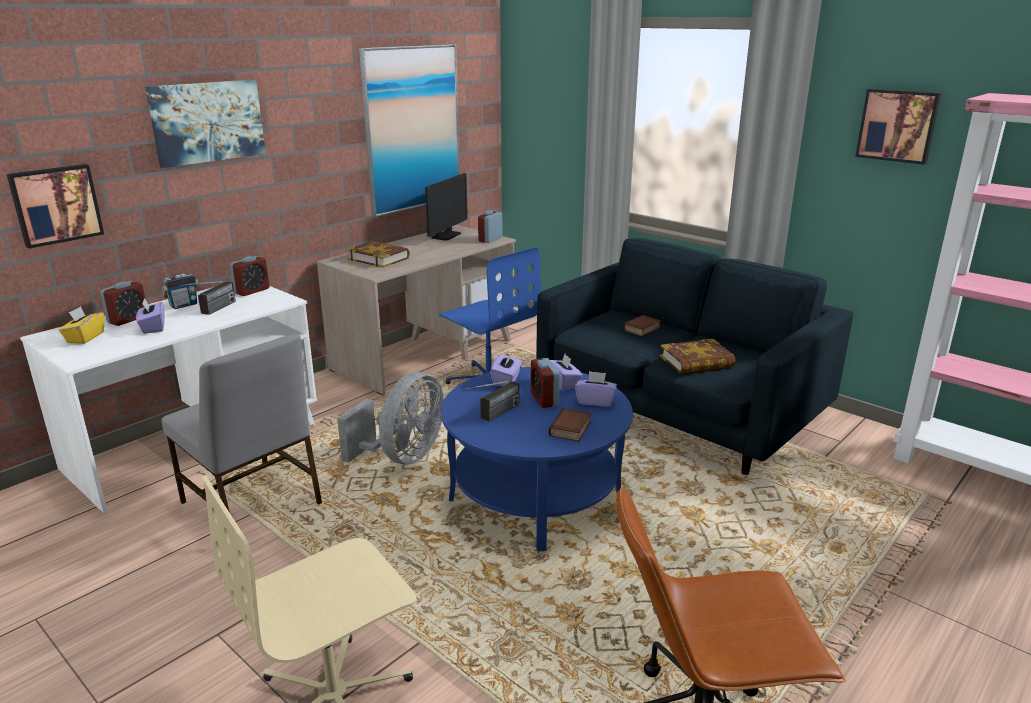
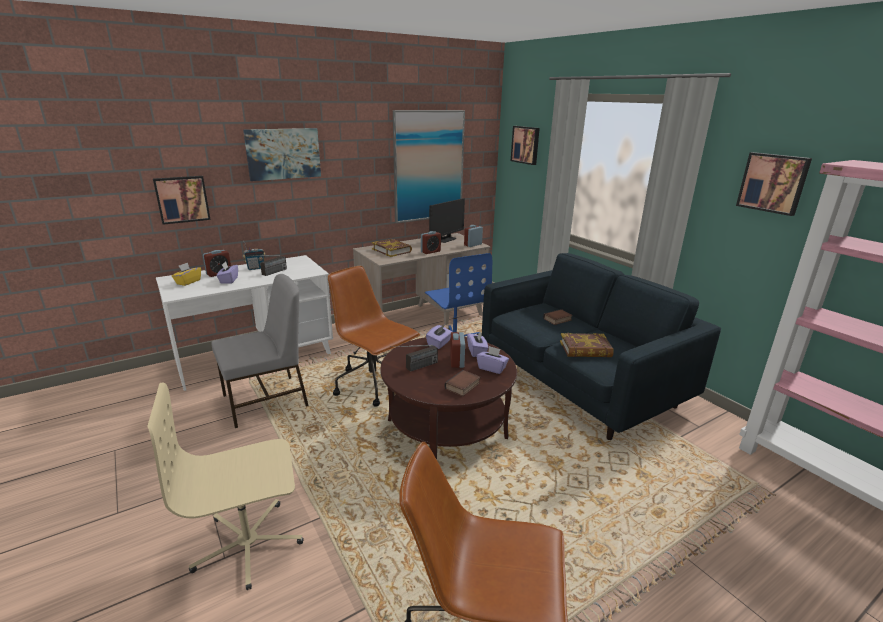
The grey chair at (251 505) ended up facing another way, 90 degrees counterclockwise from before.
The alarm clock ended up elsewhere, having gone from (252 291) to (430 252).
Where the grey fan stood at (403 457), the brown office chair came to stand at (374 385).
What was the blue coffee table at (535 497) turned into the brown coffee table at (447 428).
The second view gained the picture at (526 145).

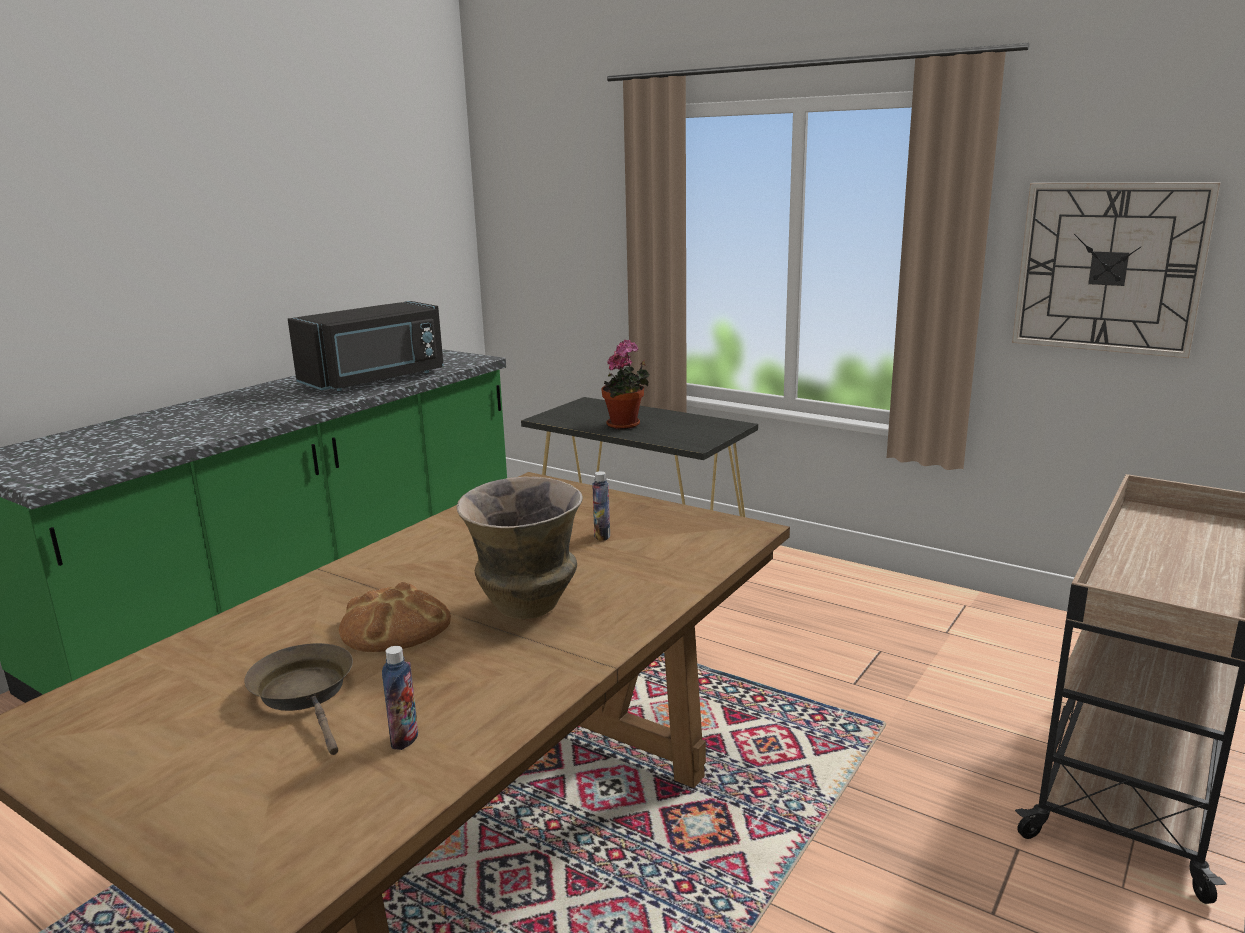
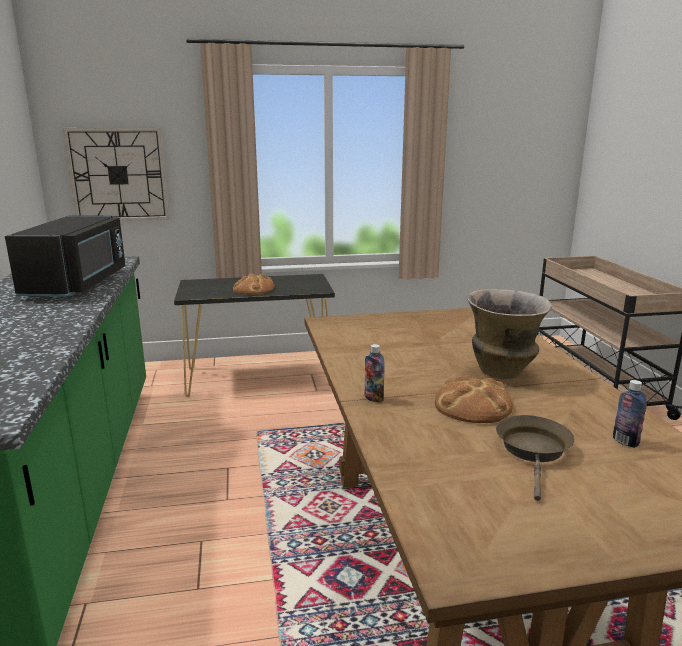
The brown frying pan at (306 693) ended up facing another way, 90 degrees clockwise from before.
The bottle ended up elsewhere, having gone from (602 536) to (373 398).
Where the potted plant stood at (626 425), the bread came to stand at (253 289).
The wall clock ended up elsewhere, having gone from (1109 268) to (118 175).

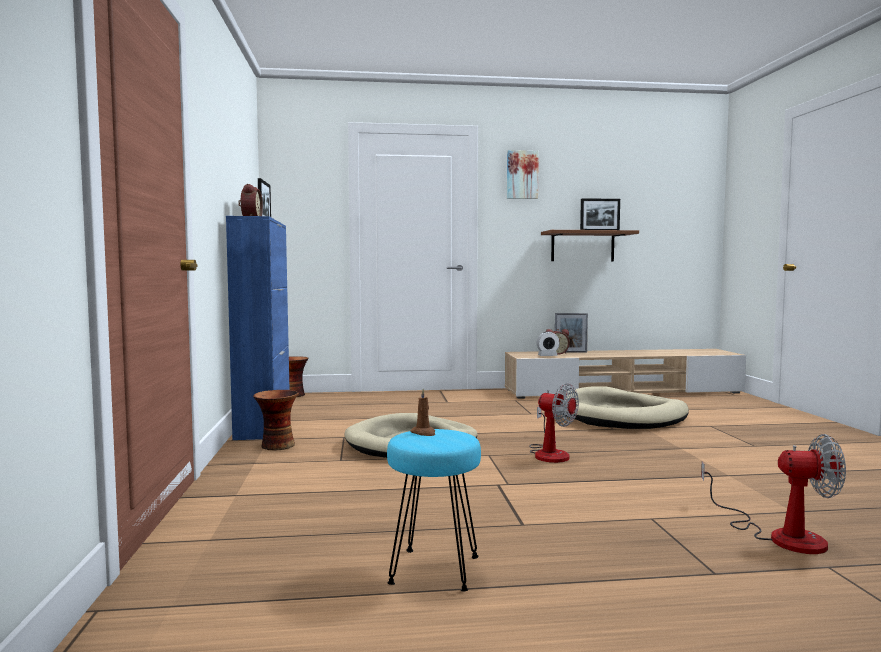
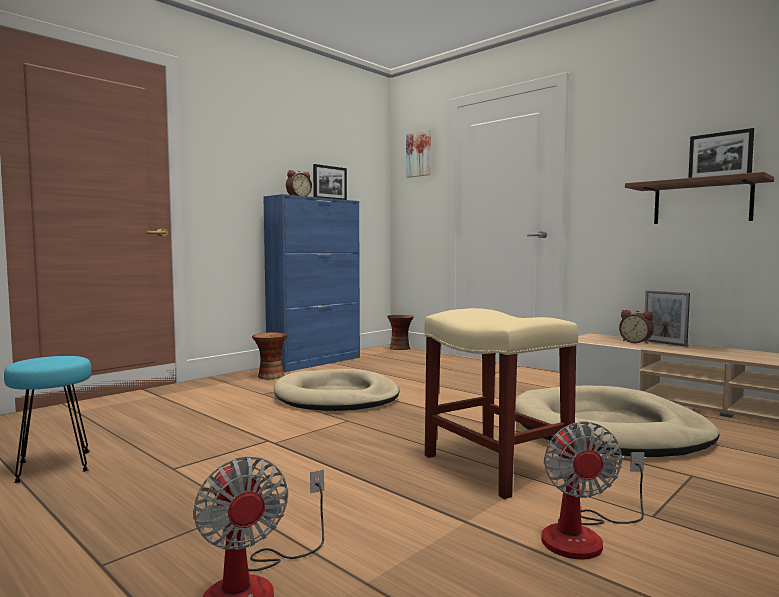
The second view lost the brown candle at (424 433).
The picture ended up elsewhere, having gone from (522 175) to (419 154).
The fan ended up elsewhere, having gone from (550 453) to (584 535).
The second view lost the alarm clock at (547 356).
The second view gained the beige stool at (493 465).

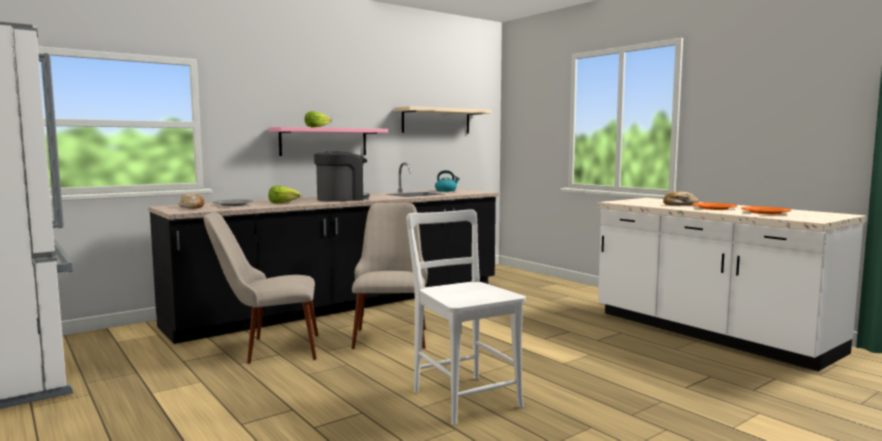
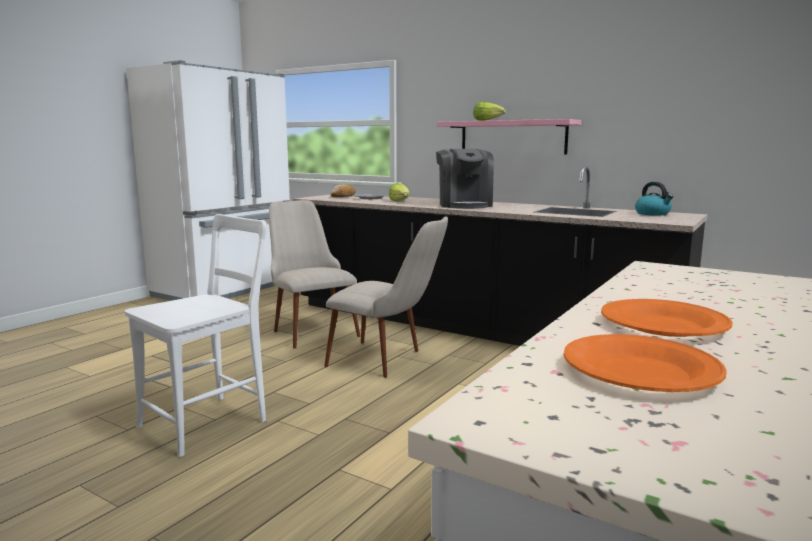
The coffee machine at (341 199) ended up facing another way, 45 degrees clockwise from before.
The beige chair at (391 333) ended up facing another way, 45 degrees clockwise from before.
The second view lost the beige shelf at (436 121).
The second view lost the bread at (679 204).

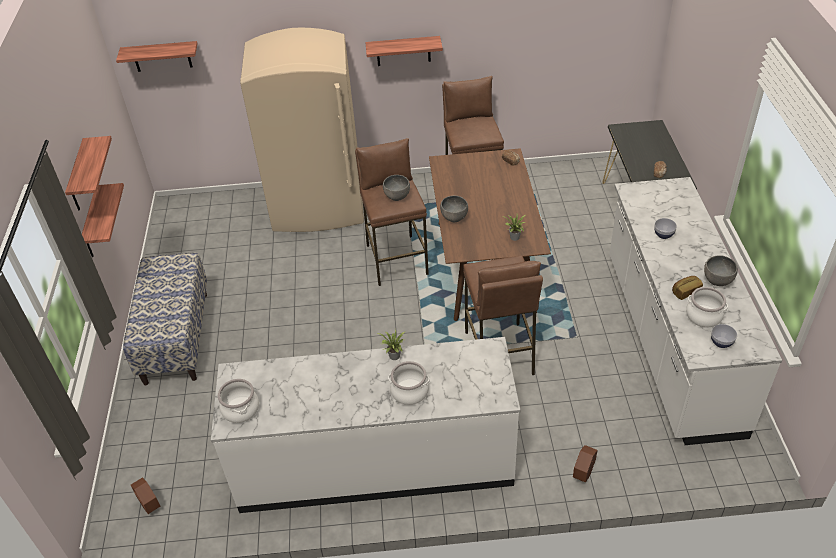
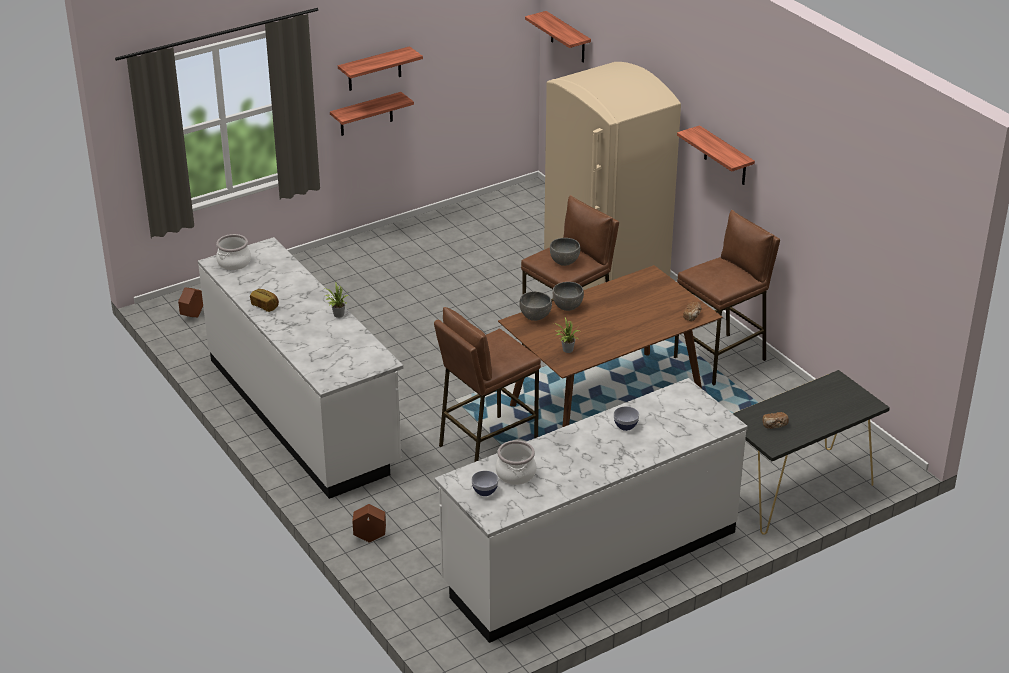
The second view lost the bench at (176 337).
The second view lost the cooking pot at (409 391).
The bread ended up elsewhere, having gone from (685 292) to (265 306).
The grey bowl ended up elsewhere, having gone from (717 281) to (535 317).

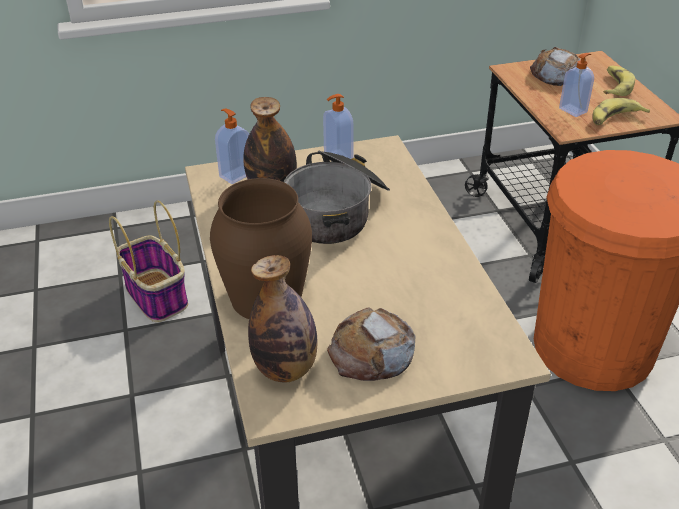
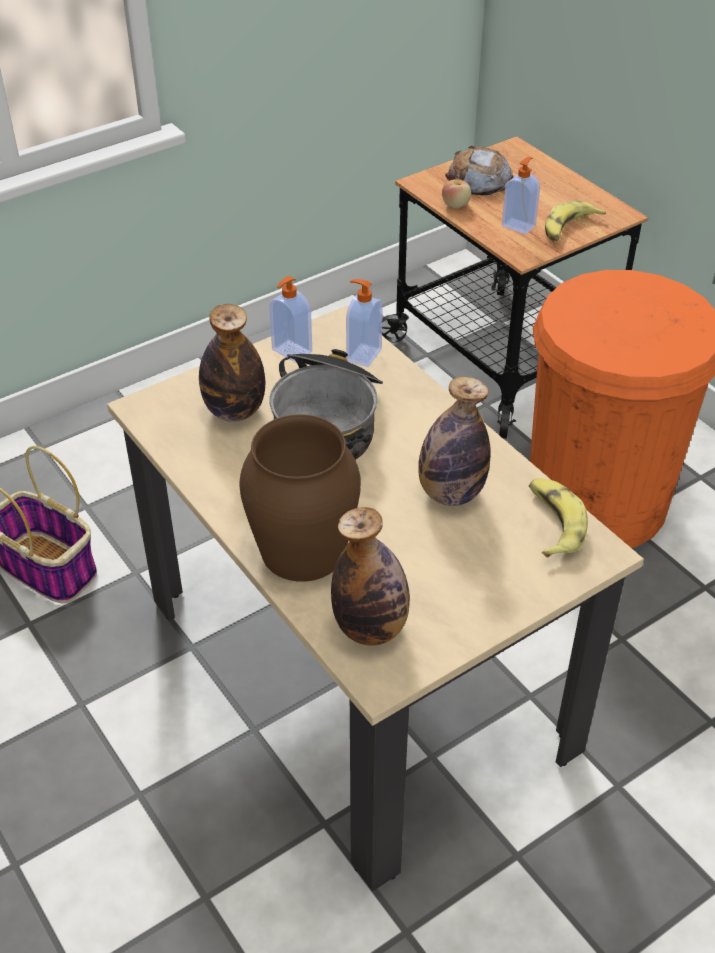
The soap dispenser ended up elsewhere, having gone from (235 175) to (362 355).
The second view lost the bread at (372 352).
The banana ended up elsewhere, having gone from (615 86) to (552 523).
The second view gained the bottle at (450 493).
The second view gained the apple at (456 205).

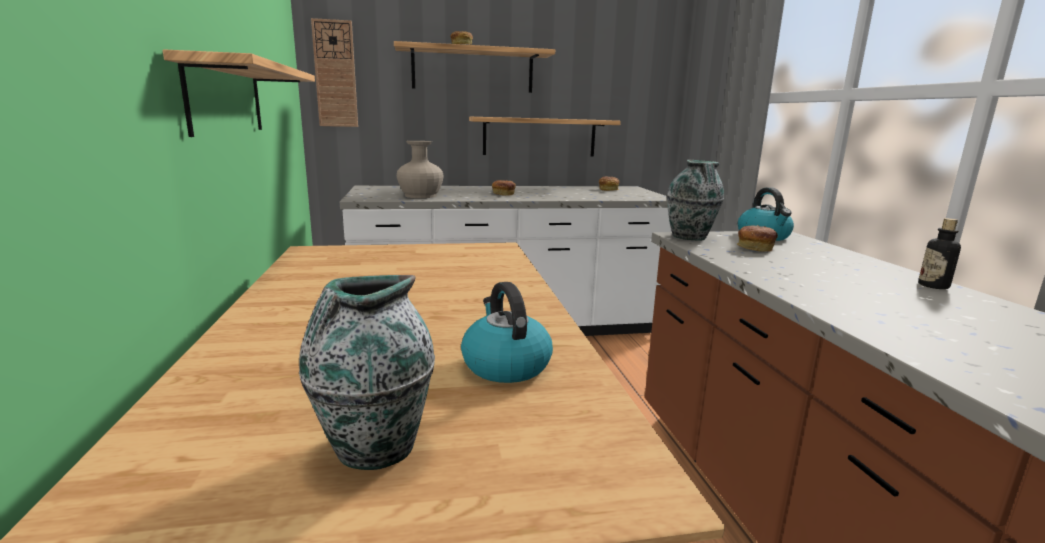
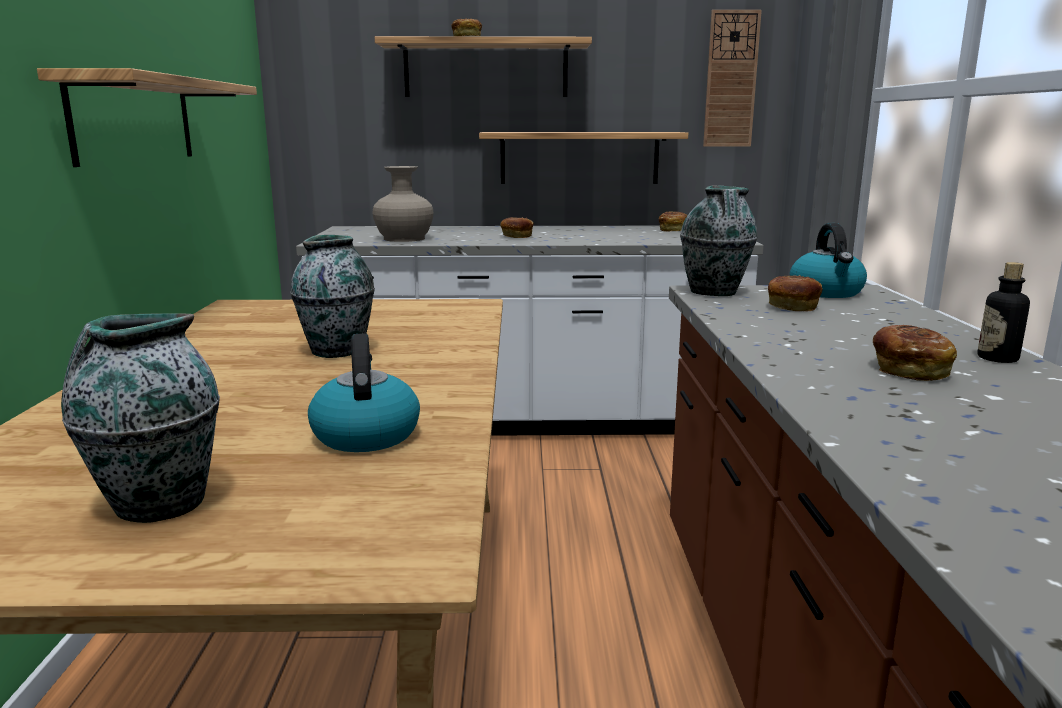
The wall clock ended up elsewhere, having gone from (335 74) to (731 80).
The second view gained the vase at (338 351).
The second view gained the bread at (909 370).

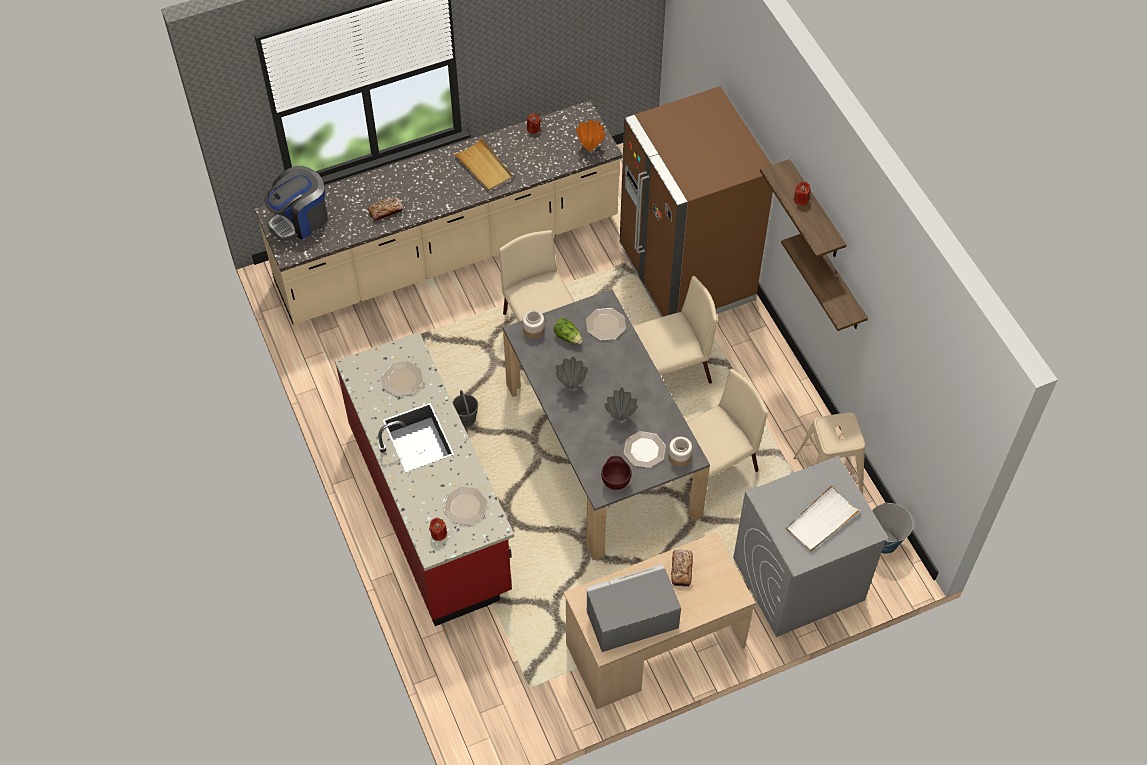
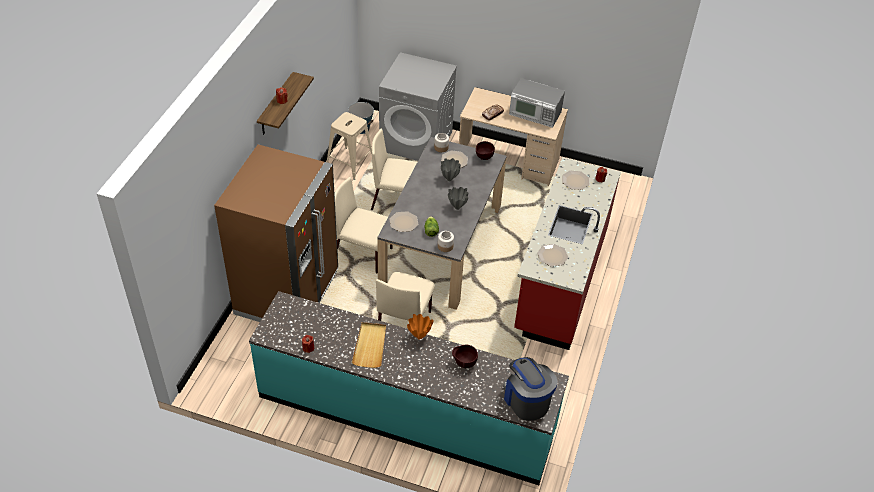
What was the beige counter at (448 252) turned into the turquoise counter at (406 414).
The coffee machine at (300 219) ended up facing another way, 120 degrees counterclockwise from before.
Where the bread stood at (385 211), the brown bowl came to stand at (464 363).
The second view lost the grey bucket at (466 419).
The orange vase ended up elsewhere, having gone from (590 148) to (419 337).
The second view lost the shelf at (836 283).
The second view lost the white tray at (821 520).

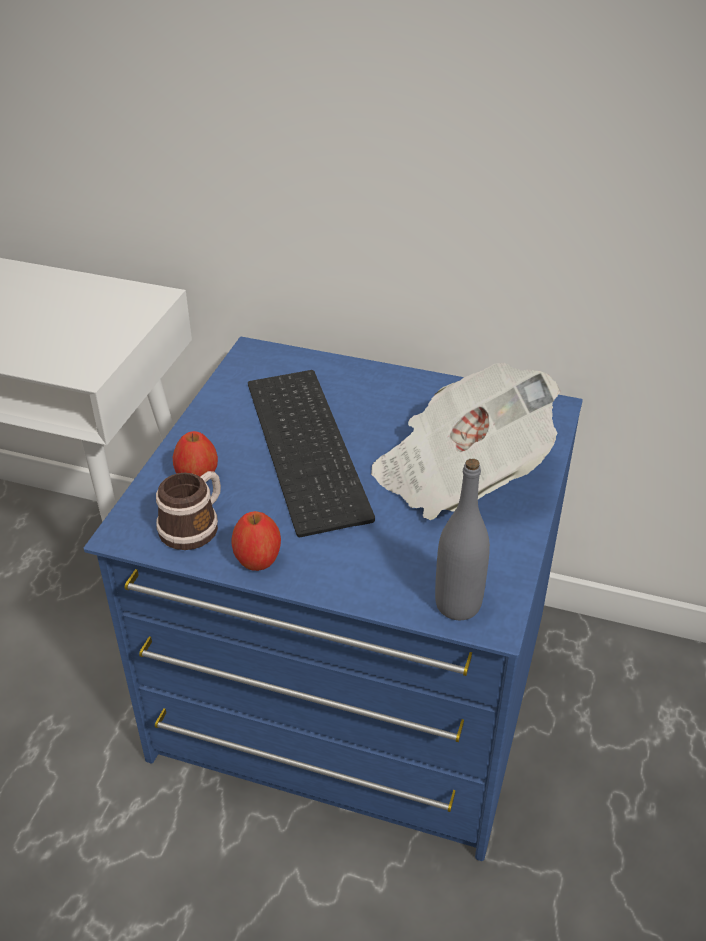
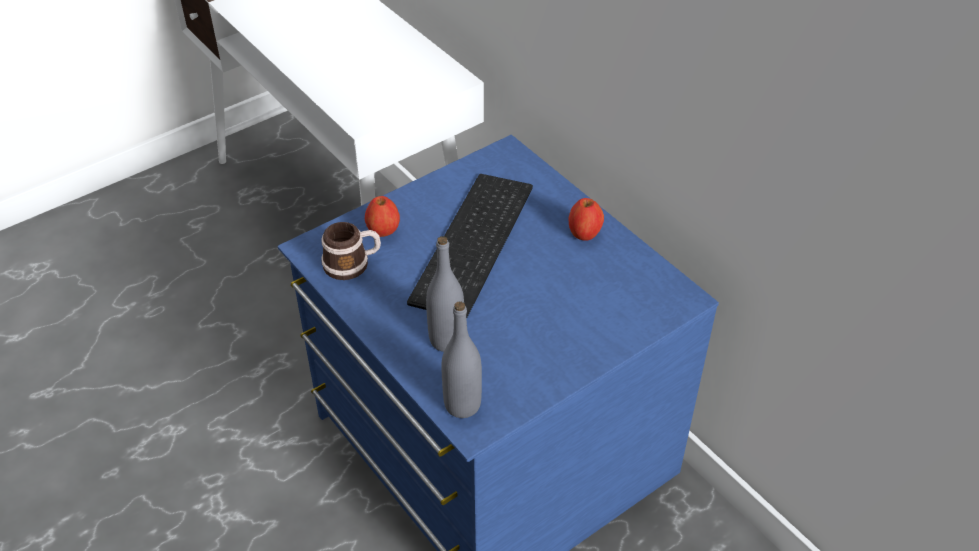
The apple ended up elsewhere, having gone from (258 560) to (584 234).
The second view lost the newspaper at (459 475).
The second view gained the grey bottle at (446 340).

